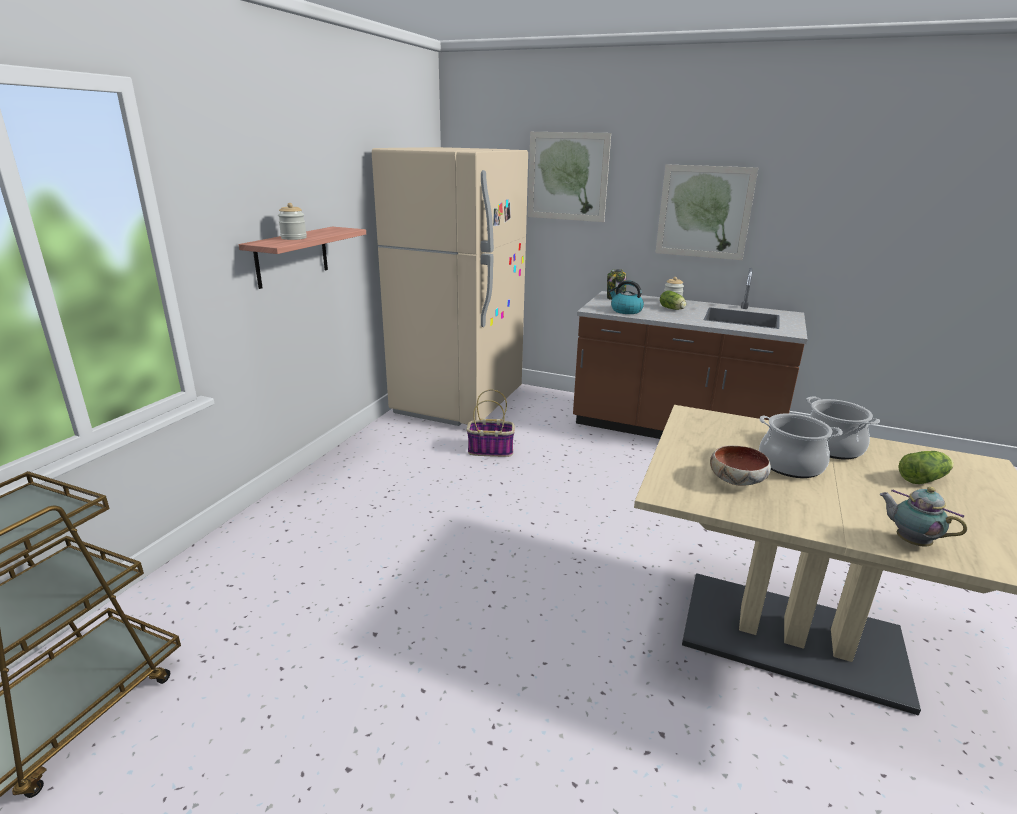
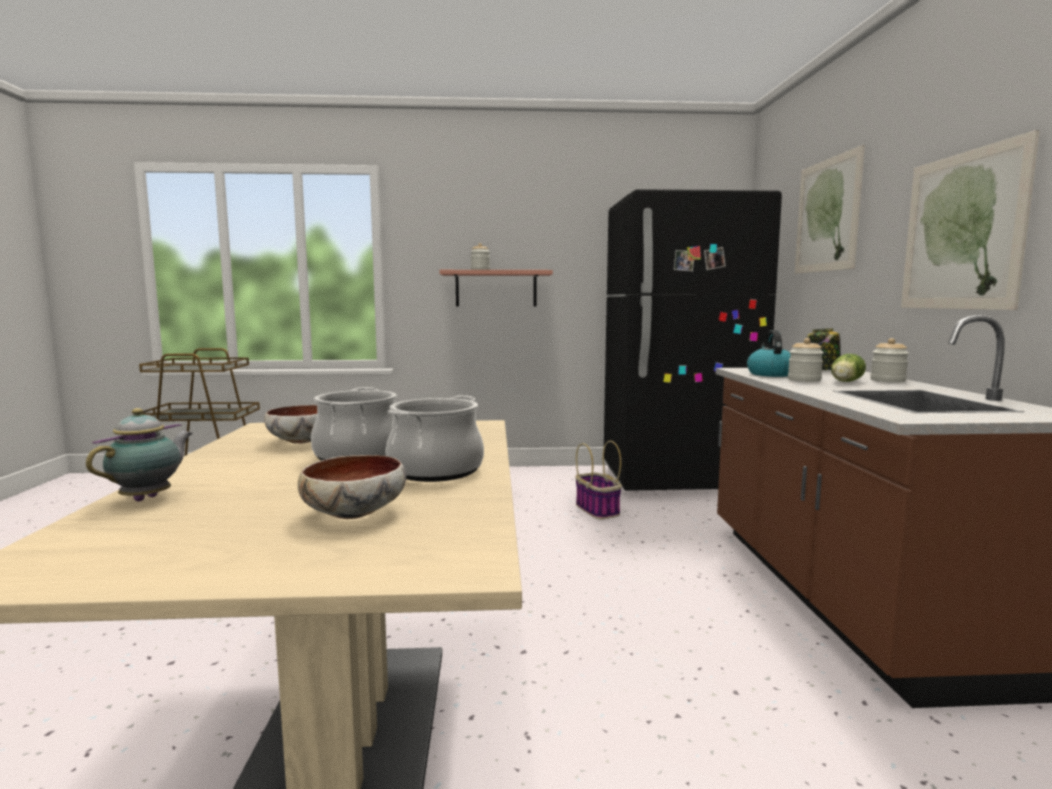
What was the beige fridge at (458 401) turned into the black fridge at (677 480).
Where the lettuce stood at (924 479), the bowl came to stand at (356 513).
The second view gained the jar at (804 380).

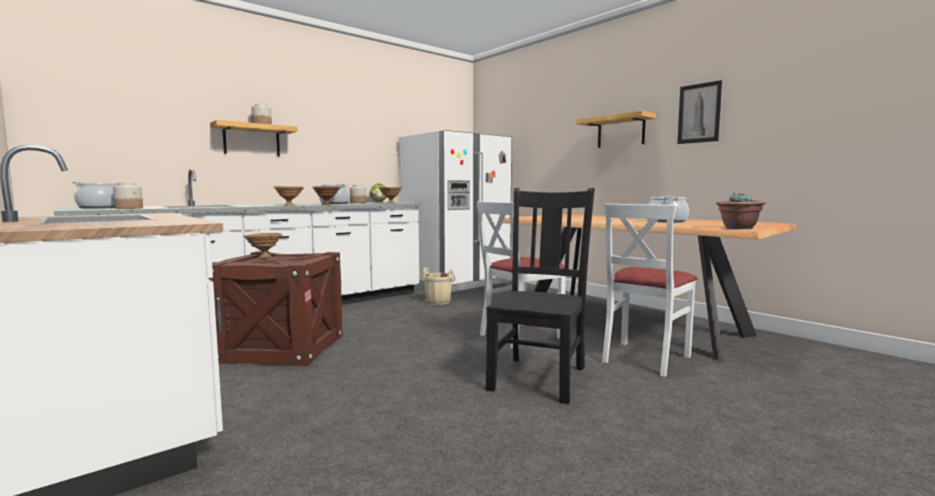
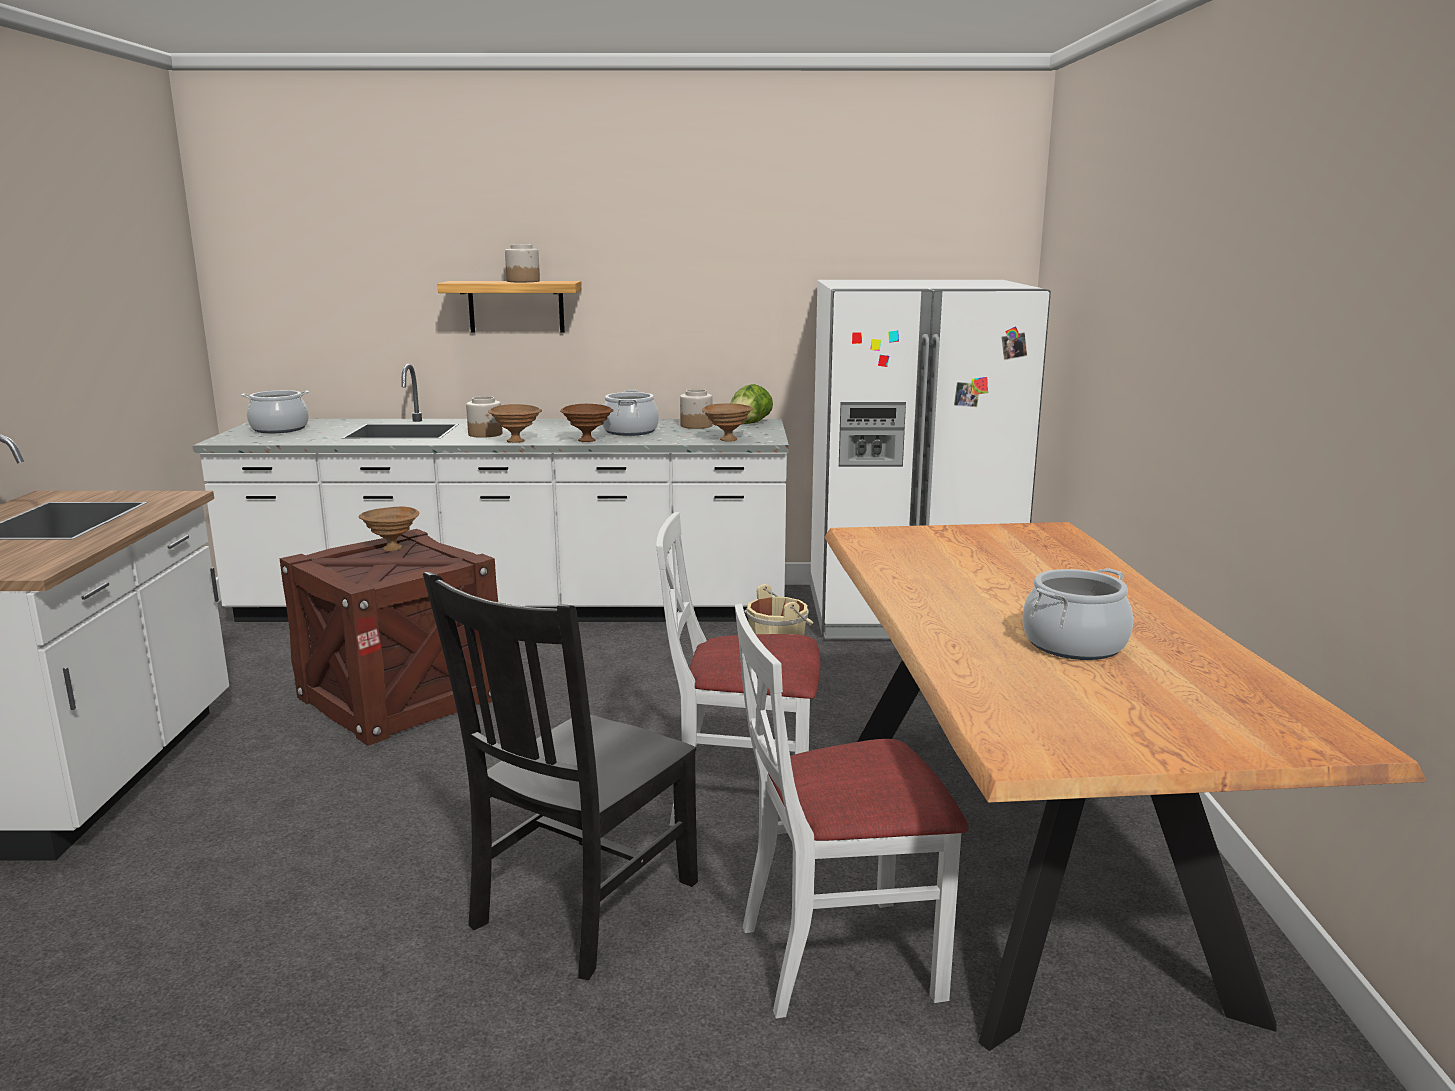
The jar ended up elsewhere, having gone from (129 208) to (485 434).
The black chair at (539 377) ended up facing another way, 150 degrees clockwise from before.
The second view lost the shelf at (620 131).
The second view lost the picture at (699 113).
The second view lost the potted plant at (738 228).

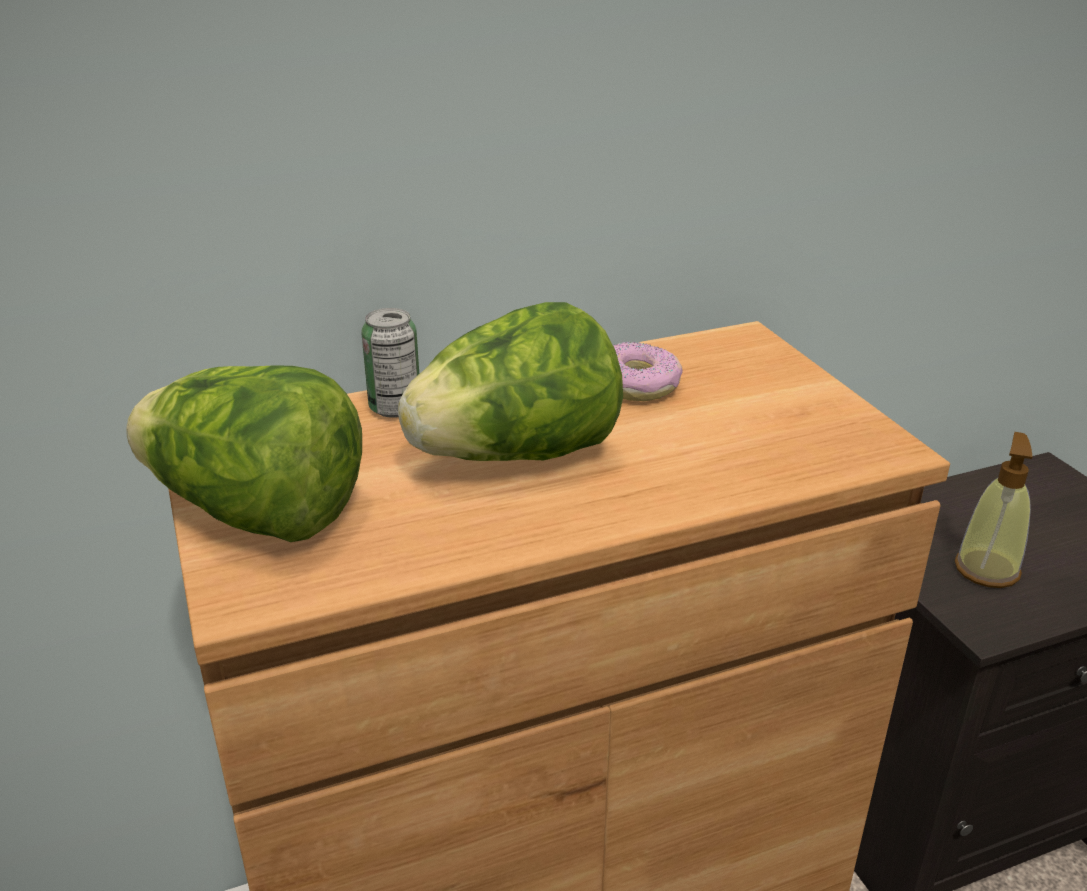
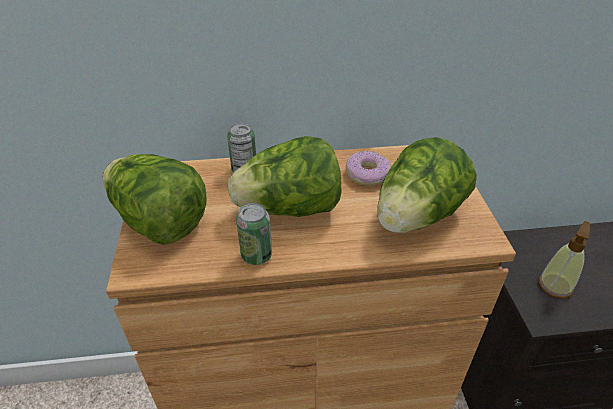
The second view gained the can at (256 255).
The second view gained the lettuce at (417 217).

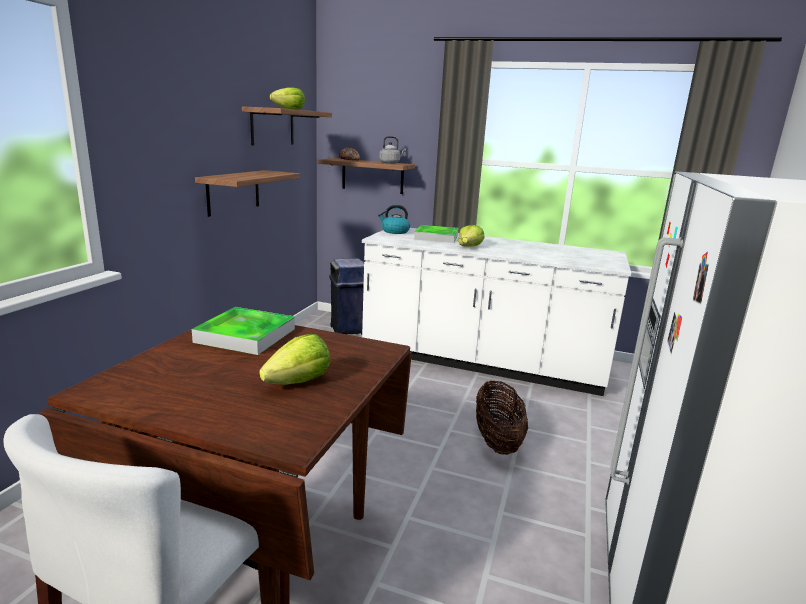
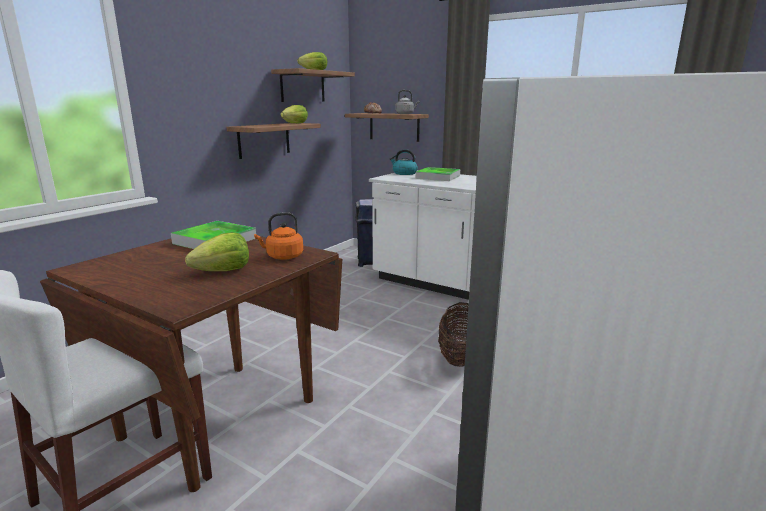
The lettuce ended up elsewhere, having gone from (469 247) to (295 123).
The second view gained the orange kettle at (283 257).

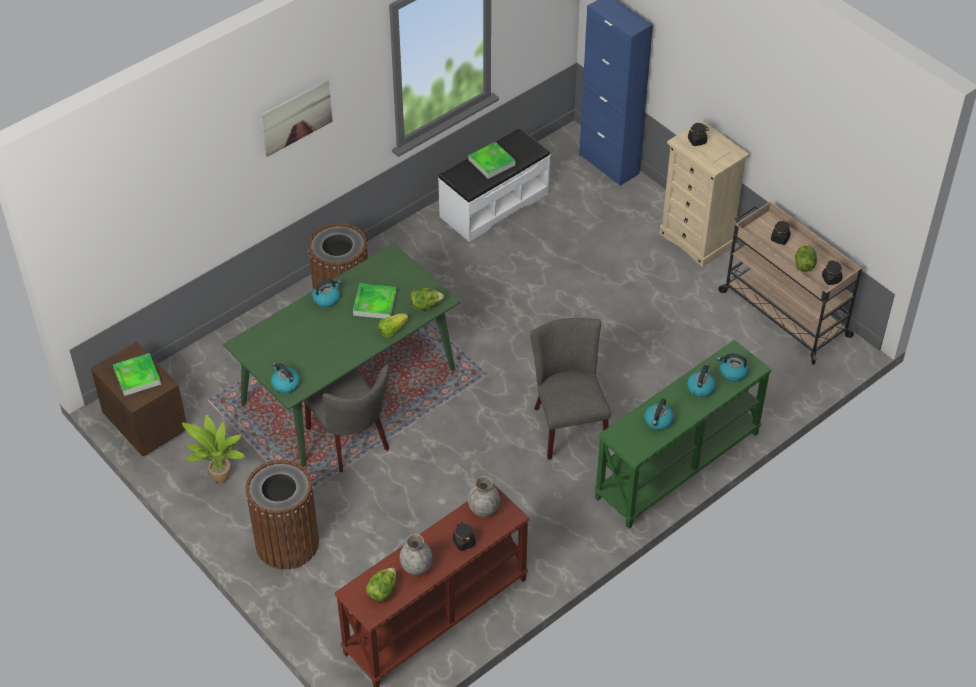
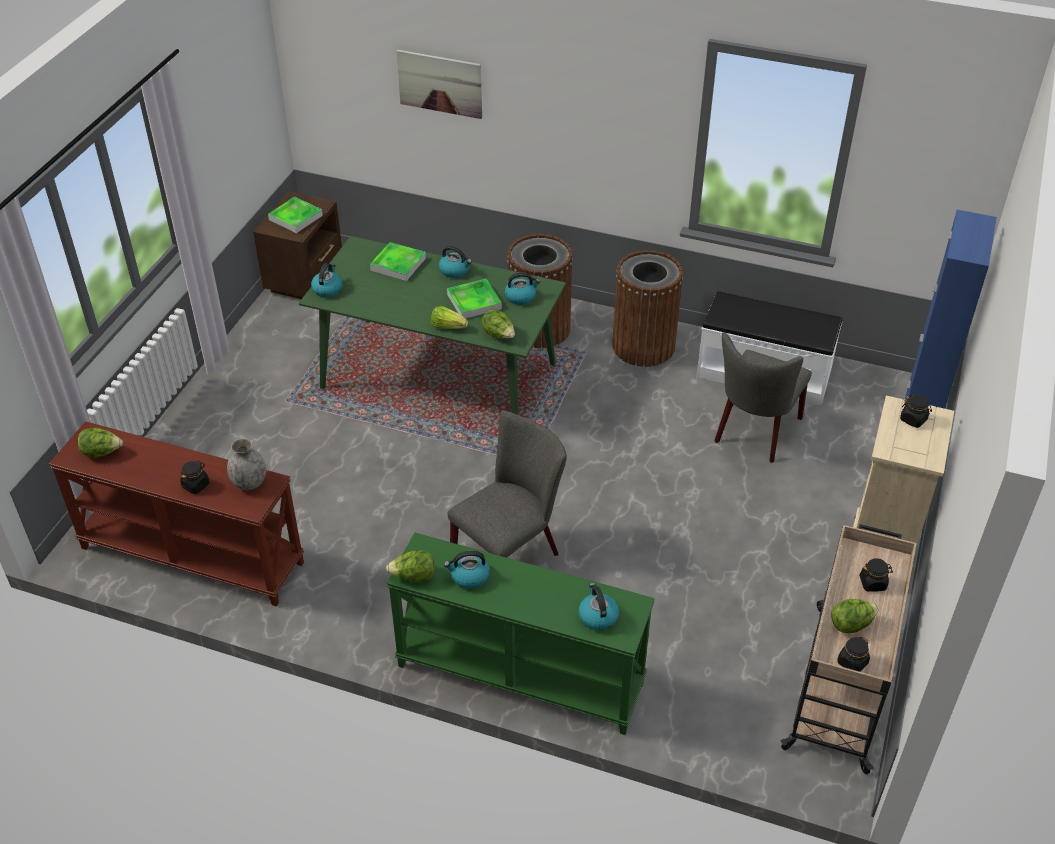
The second view lost the potted plant at (219 480).
The brown trash can ended up elsewhere, having gone from (287 543) to (643 346).
The picture ended up elsewhere, having gone from (296 117) to (440 83).
The grey chair ended up elsewhere, having gone from (351 442) to (755 433).
The second view lost the grey vase at (416 566).
The tray ended up elsewhere, having gone from (491 162) to (398 264).
The kettle ended up elsewhere, having gone from (700 387) to (521 297).
The second view gained the lettuce at (413 576).

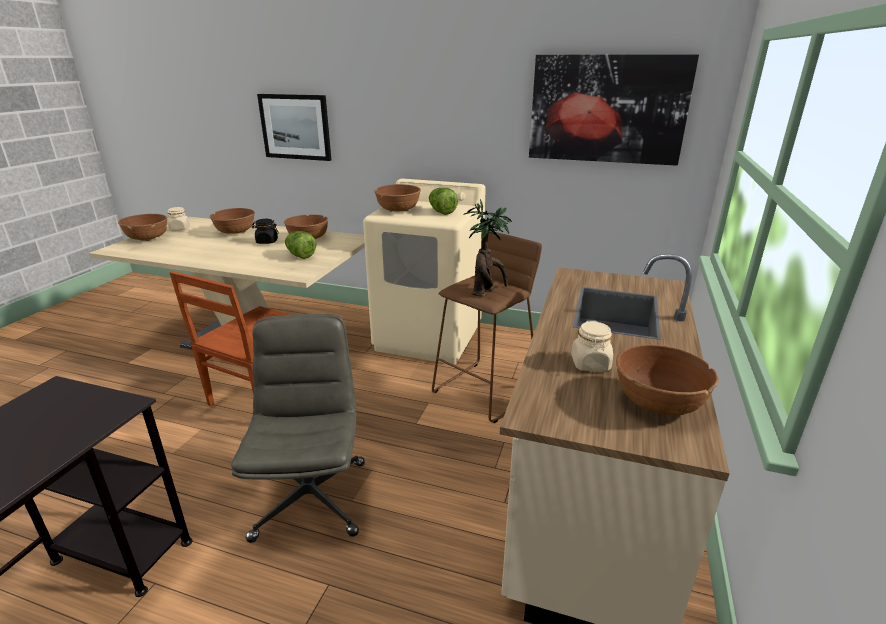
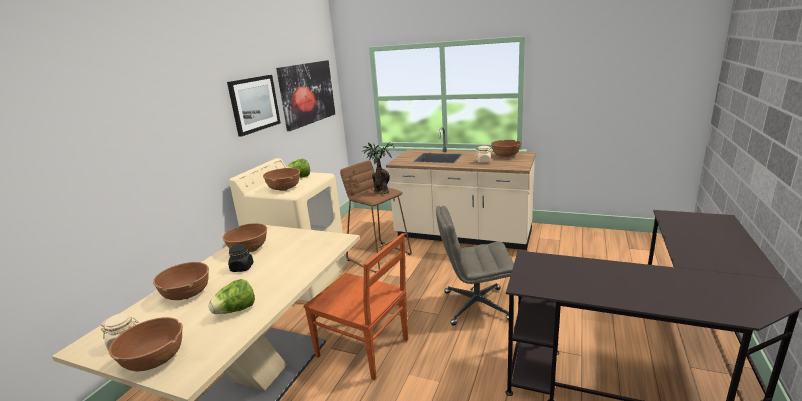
The picture ended up elsewhere, having gone from (295 127) to (254 104).
The lettuce ended up elsewhere, having gone from (300 255) to (236 310).

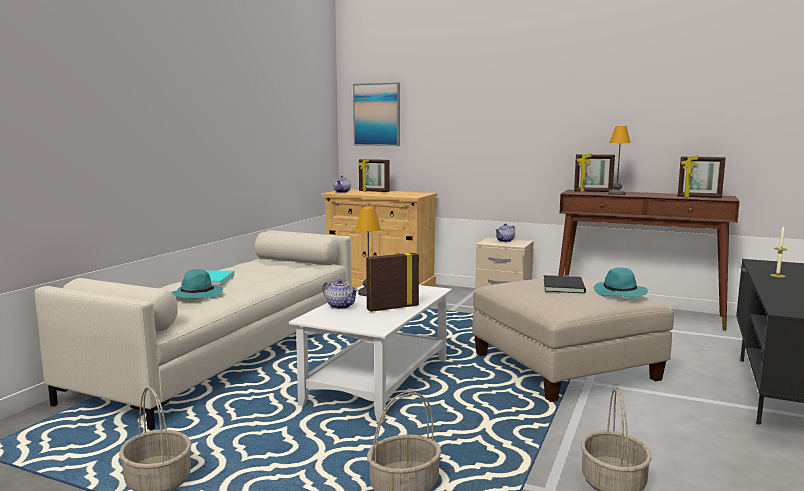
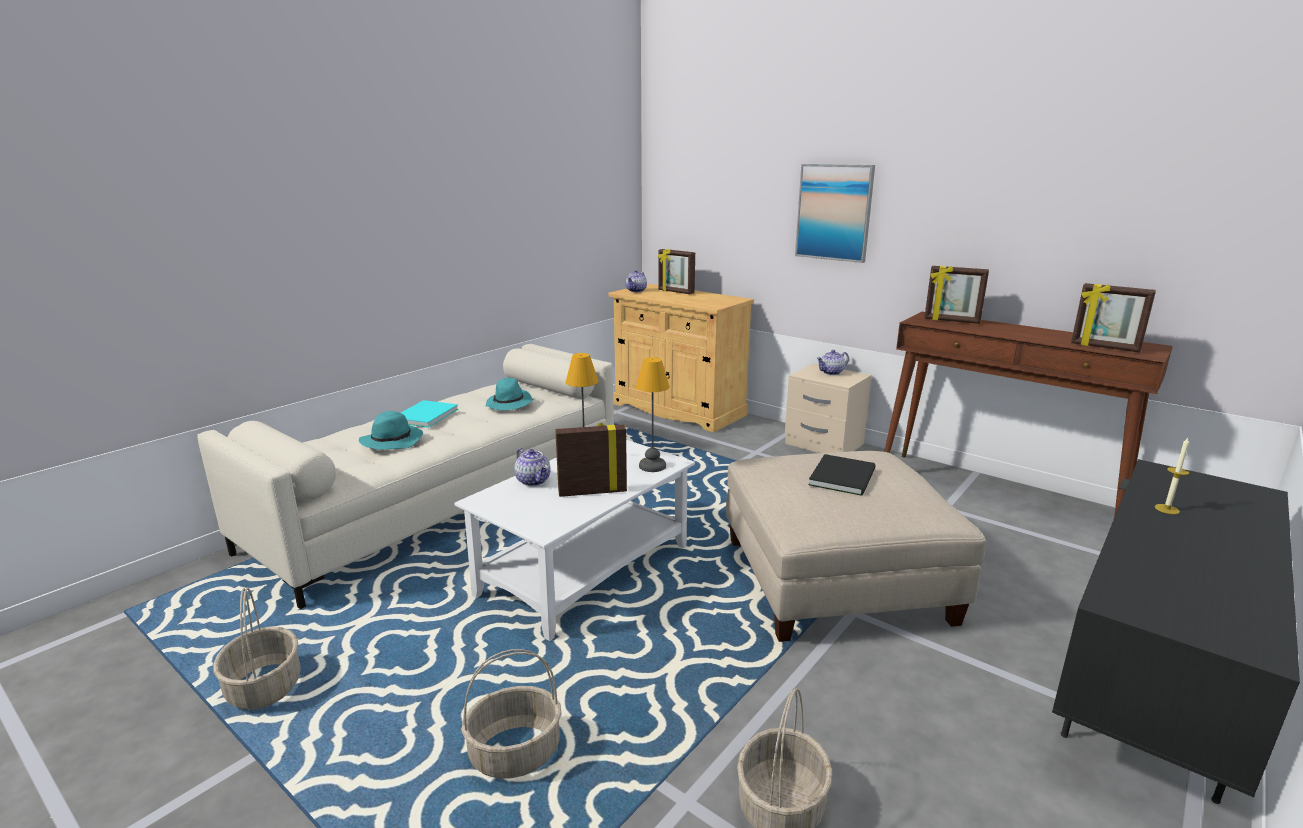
The picture ended up elsewhere, having gone from (377 114) to (834 212).
The turquoise hat ended up elsewhere, having gone from (620 293) to (509 404).
The table lamp ended up elsewhere, having gone from (616 194) to (651 466).

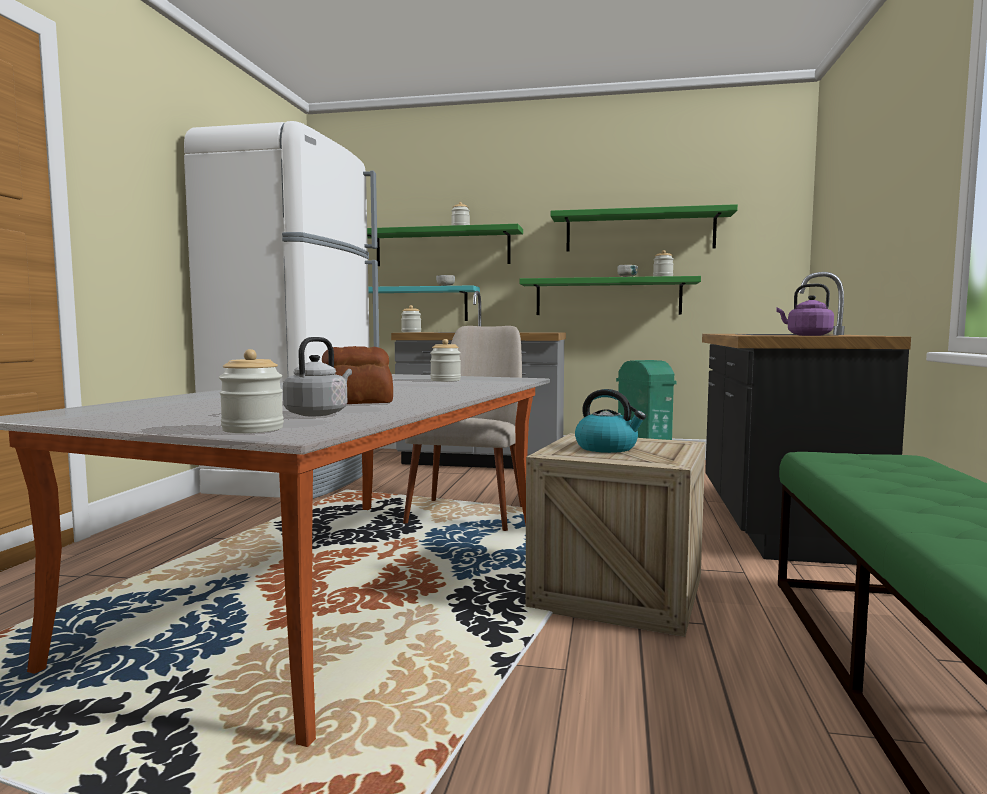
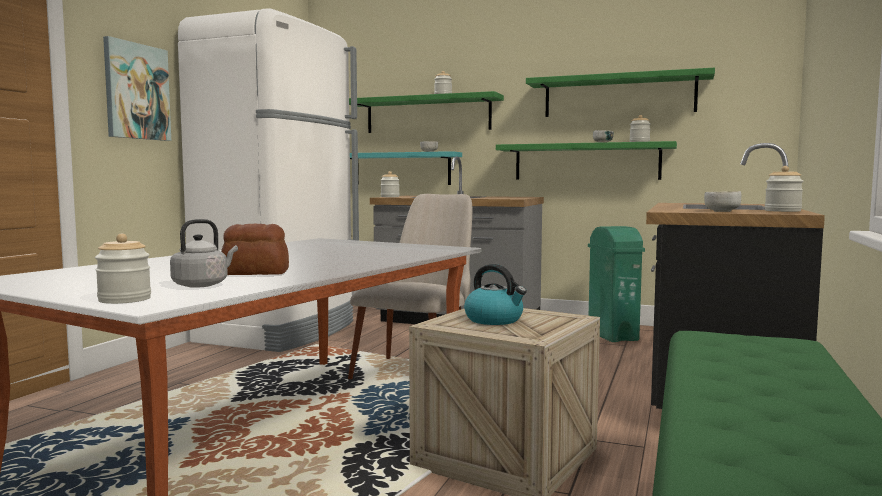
The jar ended up elsewhere, having gone from (445 380) to (782 211).
Where the purple kettle stood at (806 335), the bowl came to stand at (721 211).
The second view gained the picture at (136 91).

